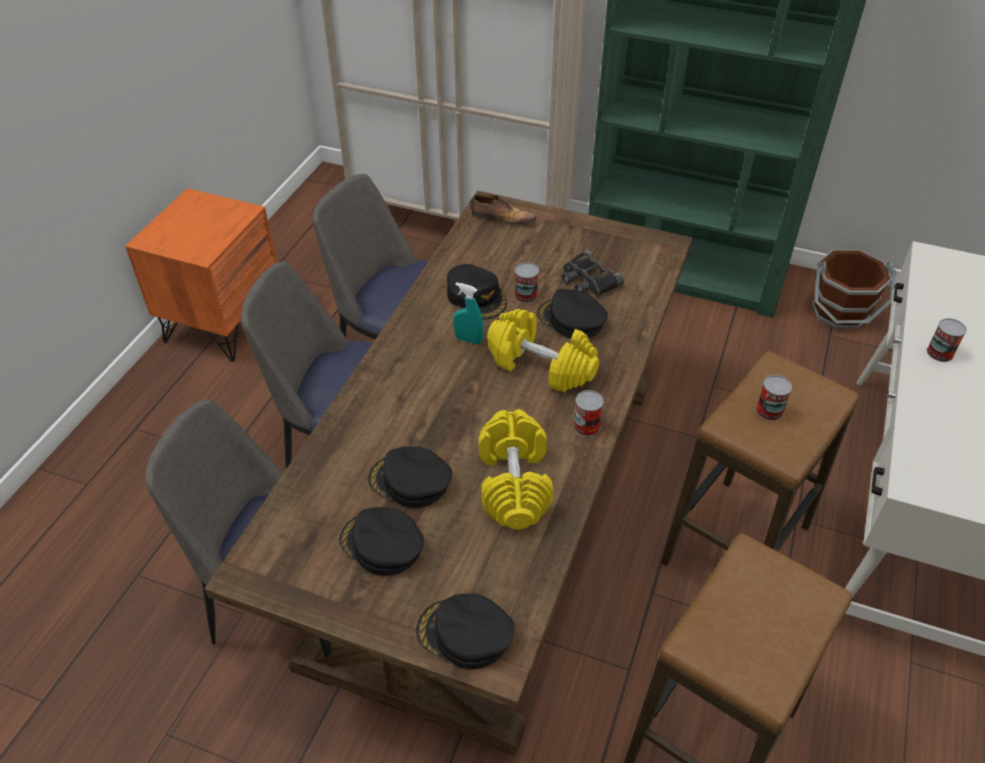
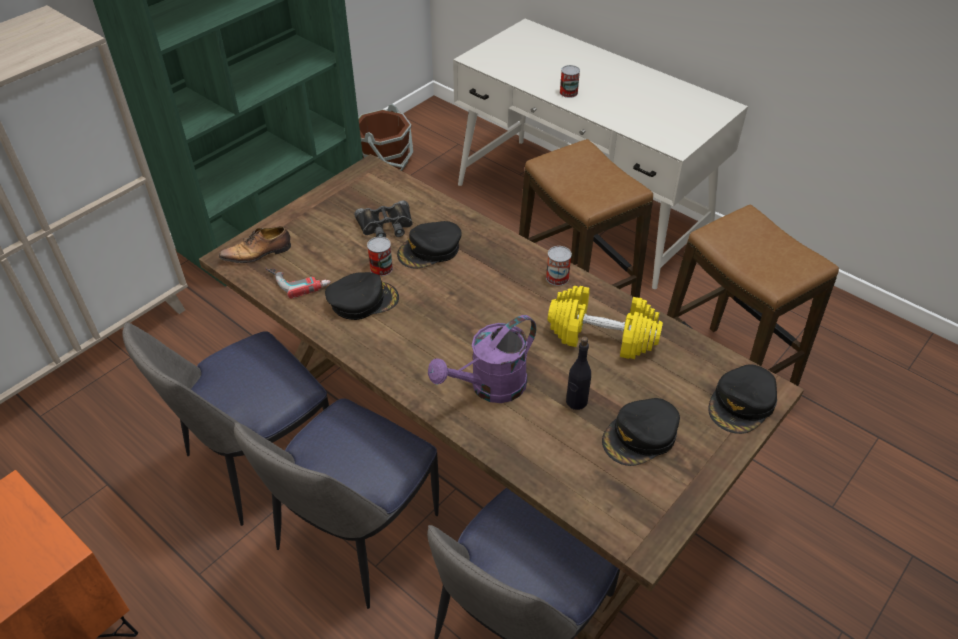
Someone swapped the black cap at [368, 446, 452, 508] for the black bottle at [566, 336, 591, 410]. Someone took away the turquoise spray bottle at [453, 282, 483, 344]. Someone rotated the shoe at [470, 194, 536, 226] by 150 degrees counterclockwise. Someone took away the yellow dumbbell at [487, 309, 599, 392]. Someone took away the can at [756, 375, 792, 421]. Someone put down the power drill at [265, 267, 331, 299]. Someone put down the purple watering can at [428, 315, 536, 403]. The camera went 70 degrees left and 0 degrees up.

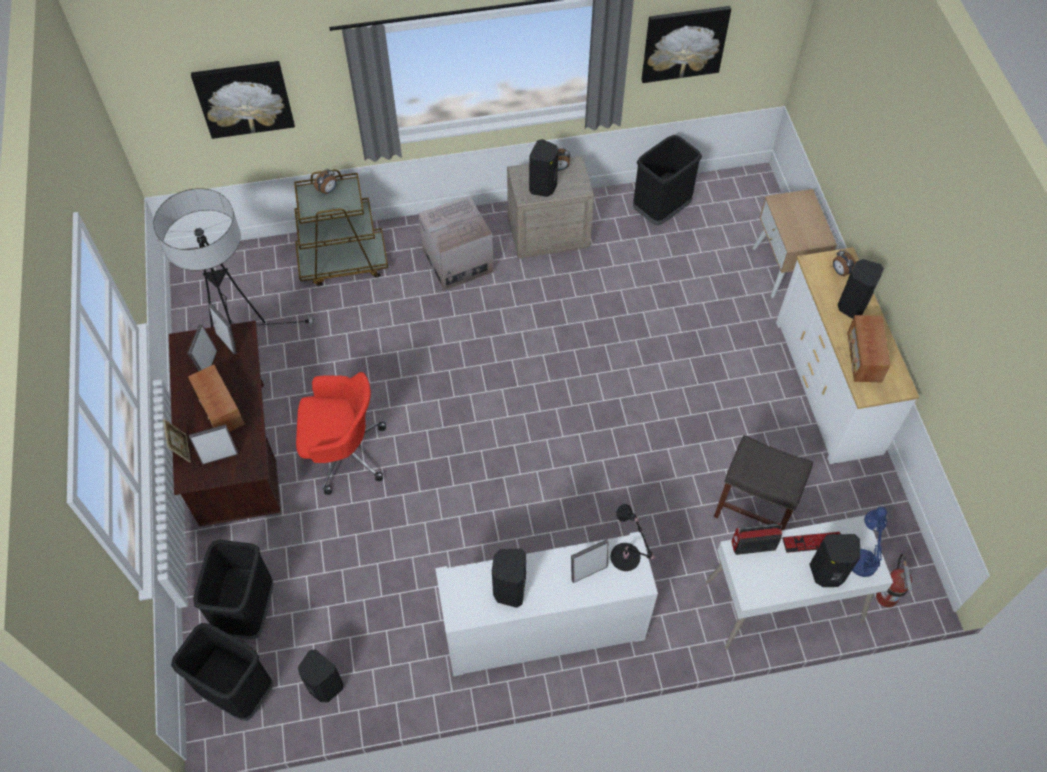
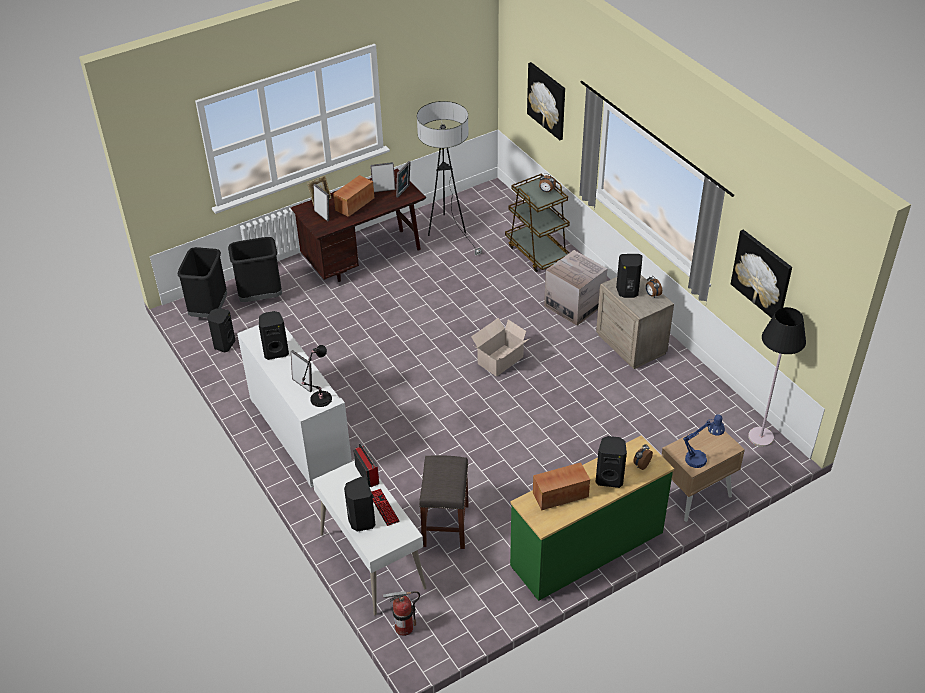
Someone took away the red office chair at [296, 372, 386, 495]. Someone took away the black trash can at [633, 135, 702, 225]. Someone repainted the white dresser at [776, 247, 919, 464], which became the green dresser at [510, 435, 674, 601]. Someone carried the blue table lamp from [852, 507, 887, 577] to [683, 414, 725, 468]. Someone put down the cardboard box at [471, 318, 529, 377]. Someone put down the black floor lamp at [748, 307, 806, 447]. The camera went 70 degrees right and 15 degrees down.

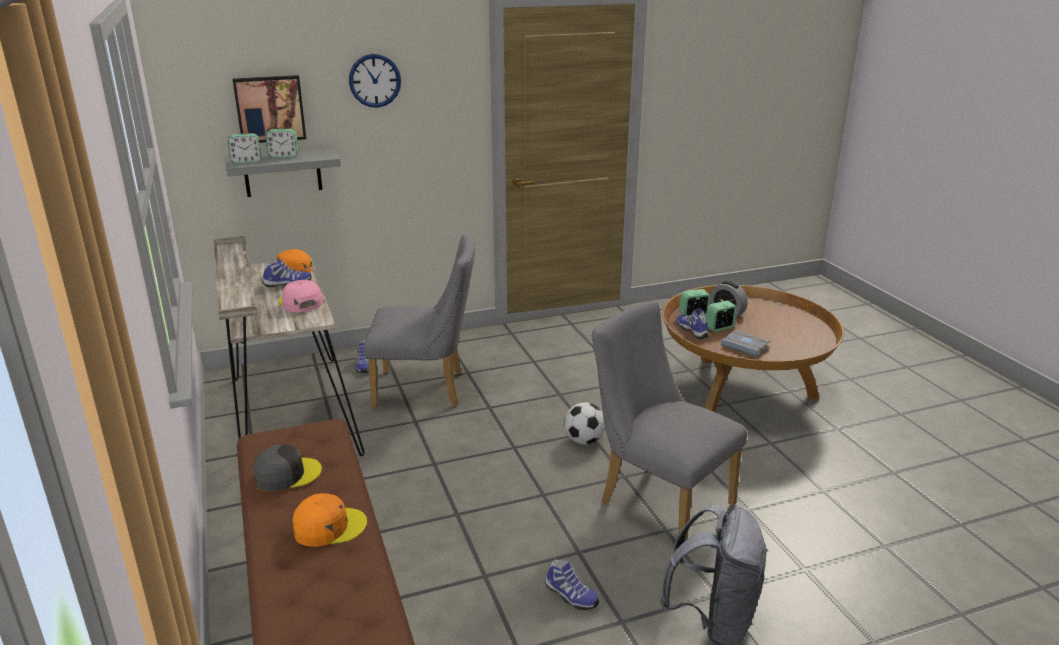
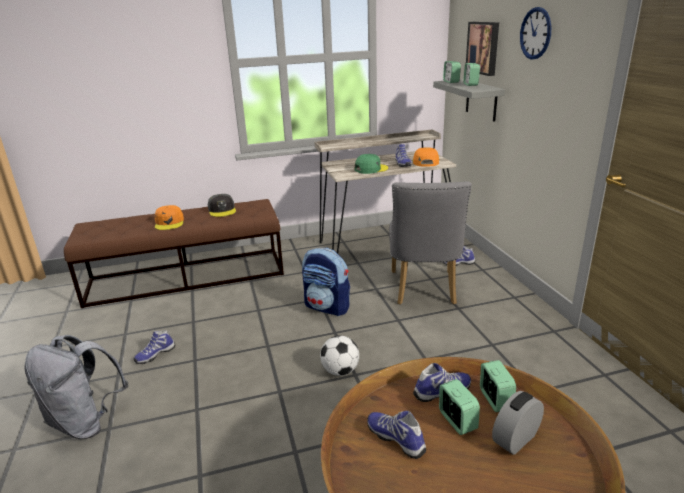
Someone repainted the pink cap at [279, 280, 323, 312], which became the green cap at [355, 154, 388, 174]. Someone took away the grey chair at [591, 301, 748, 541]. Someone swapped the grey book at [721, 330, 770, 357] for the shoe at [367, 410, 426, 459]. Someone put down the backpack at [302, 248, 350, 316]. The camera went 95 degrees right and 0 degrees up.

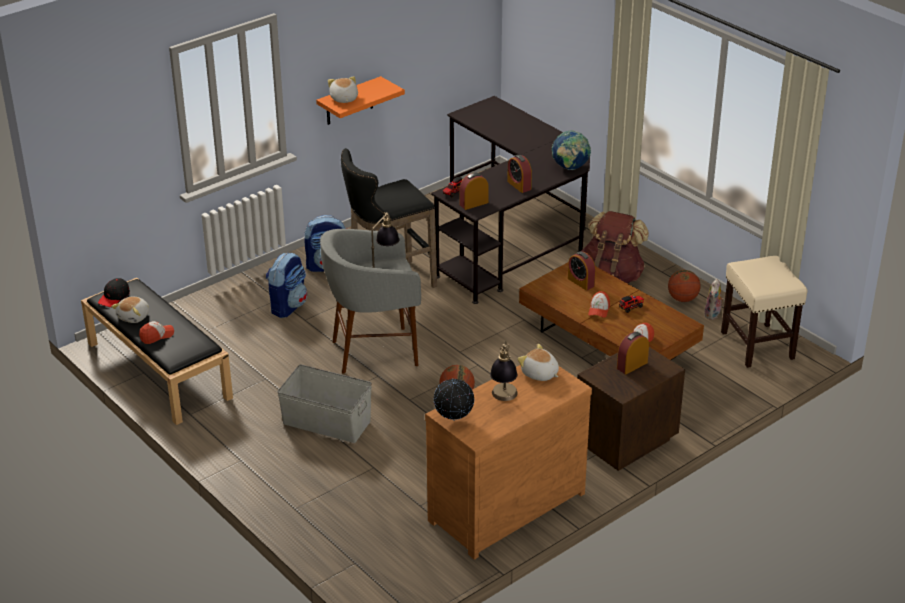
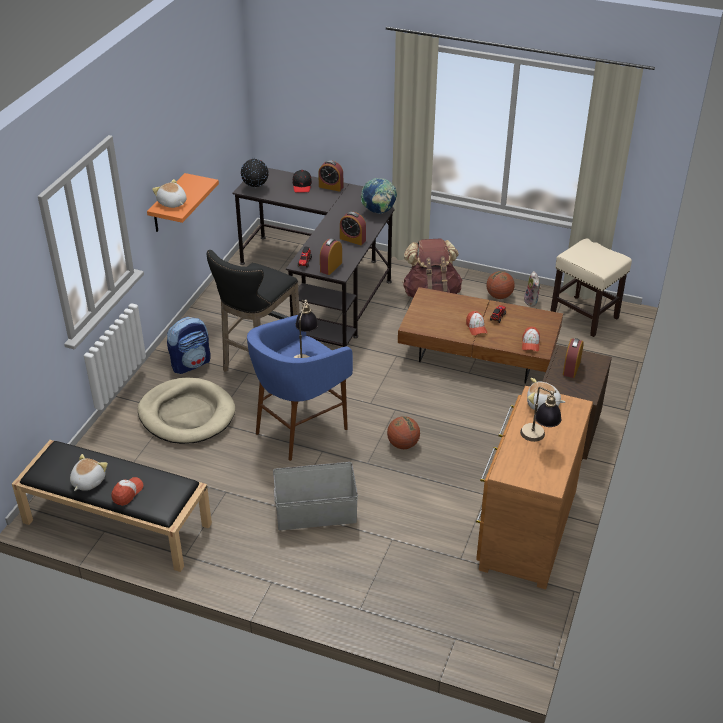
Someone carried the black cap from [98, 278, 130, 307] to [293, 170, 312, 192]. Someone rotated the plush toy at [111, 297, 149, 323] by 150 degrees counterclockwise. Someone swapped the backpack at [266, 253, 307, 318] for the beige dog bed at [138, 377, 235, 444]. Someone repainted the grey stool at [320, 229, 421, 374], which became the blue stool at [247, 315, 353, 461]. Someone carried the globe from [433, 378, 474, 421] to [241, 157, 269, 189]. Someone carried the alarm clock from [568, 251, 596, 290] to [318, 160, 343, 192]. The camera went 30 degrees left and 5 degrees up.

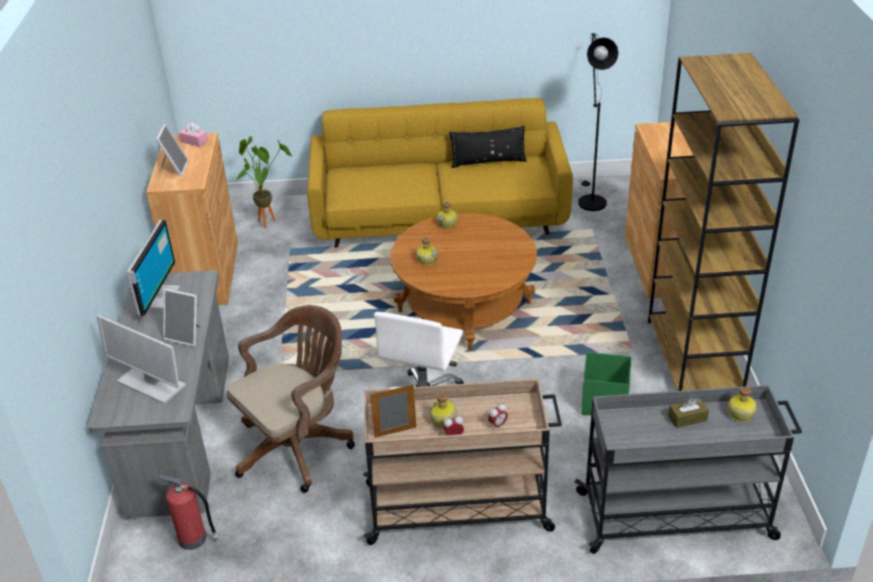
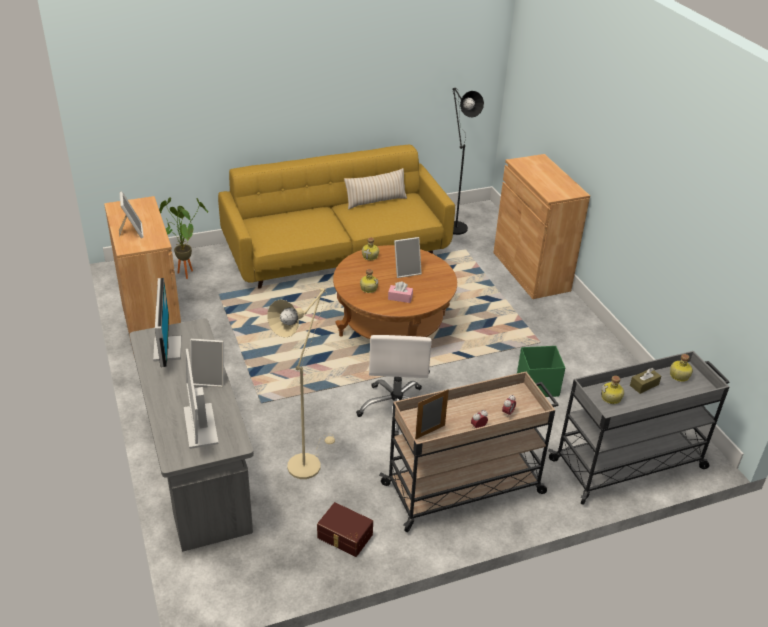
Someone rotated the monitor at [96, 315, 186, 404] by 60 degrees clockwise. Someone took away the fire extinguisher at [159, 474, 218, 550]. Someone carried the pink tissue box from [179, 122, 208, 147] to [388, 281, 413, 303]. Someone swapped the brown office chair at [227, 305, 355, 493] for the beige floor lamp at [267, 288, 335, 479]. Someone carried the bottle from [429, 393, 457, 428] to [601, 376, 624, 404]. Someone repainted the black pillow at [449, 125, 527, 168], which became the beige pillow at [344, 168, 407, 209]. Someone took away the brown bookcase at [648, 53, 799, 391]. Someone put down the brown storage box at [317, 502, 373, 557]. Someone put down the picture frame at [394, 237, 422, 278]. The camera went 20 degrees left and 0 degrees up.

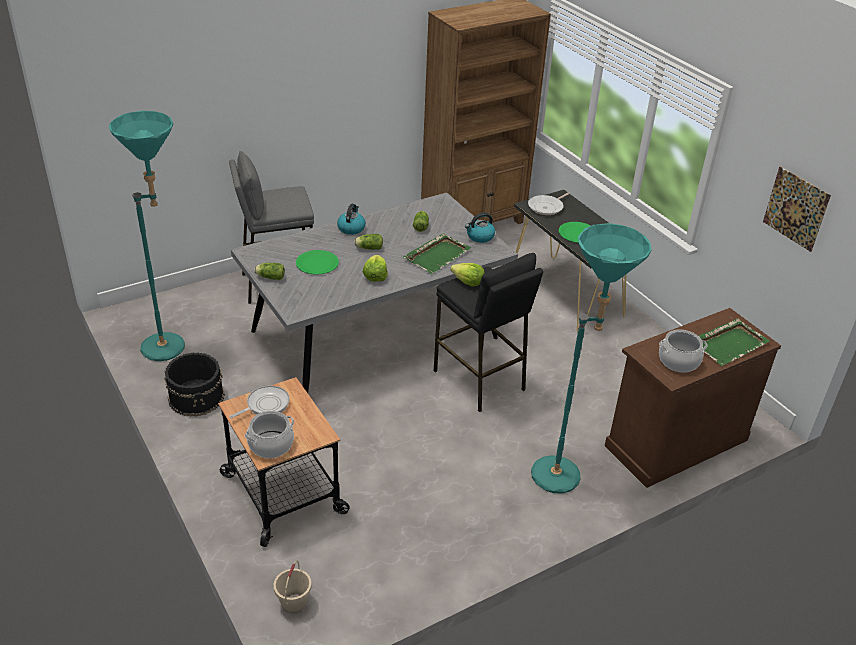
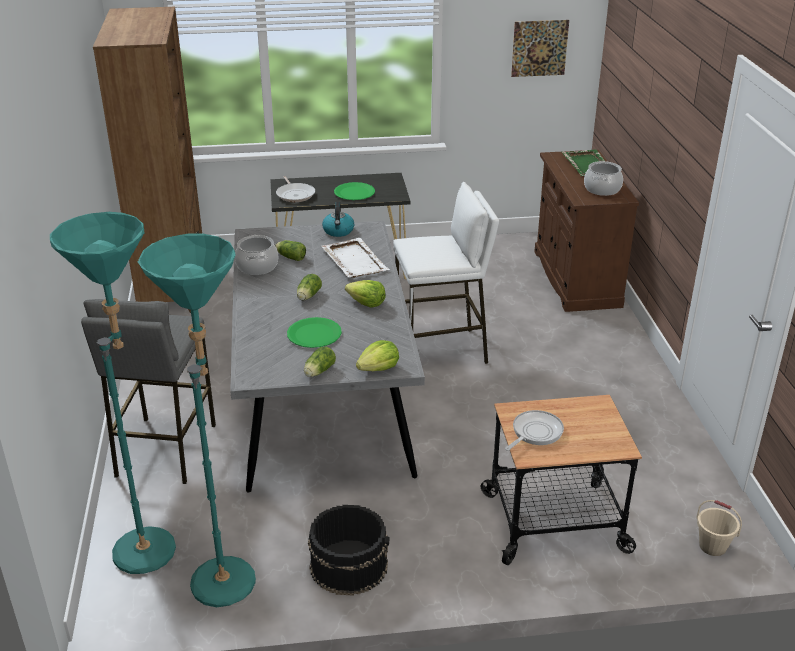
Someone rotated the frying pan at [230, 386, 290, 418] by 60 degrees clockwise. Someone carried the cooking pot from [245, 411, 294, 458] to [235, 235, 278, 275]. Someone took away the kettle at [337, 204, 366, 235]. Someone repainted the green tray at [403, 233, 471, 274], which became the white tray at [321, 238, 390, 278]. Someone repainted the black stool at [434, 253, 543, 412], which became the white stool at [393, 182, 499, 364]. Someone carried the lettuce from [450, 263, 485, 287] to [356, 340, 399, 371]. Someone carried the turquoise floor lamp from [531, 223, 651, 494] to [50, 212, 176, 574]. The camera went 65 degrees left and 5 degrees down.

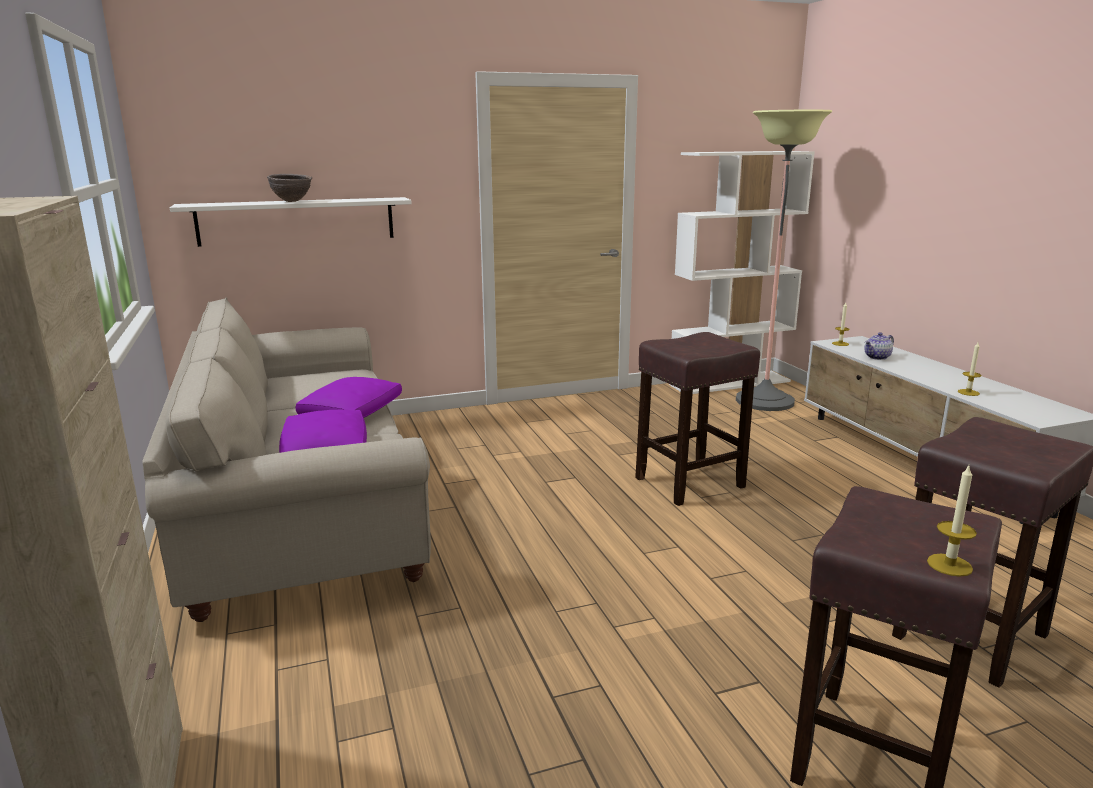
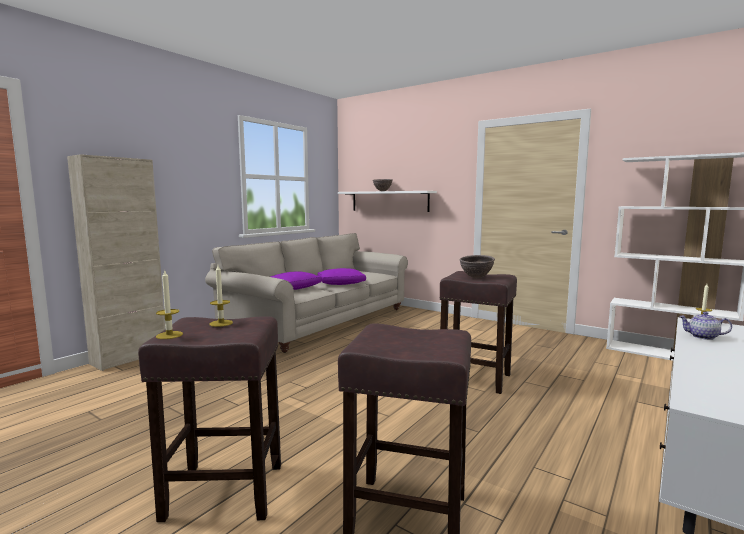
Someone took away the floor lamp at [736, 110, 832, 411]. Someone carried the candle from [957, 342, 982, 396] to [210, 265, 233, 327]. Someone put down the brown bowl at [460, 255, 495, 278]. The camera went 55 degrees right and 10 degrees down.

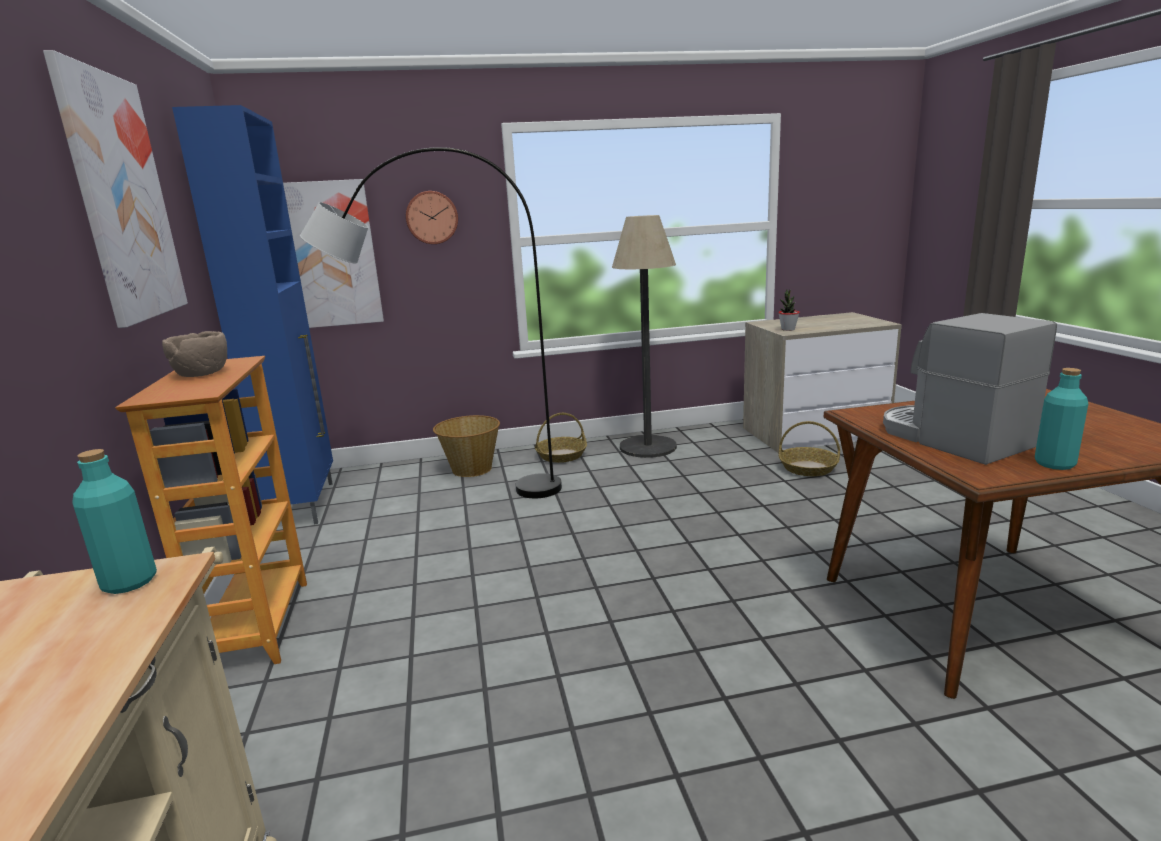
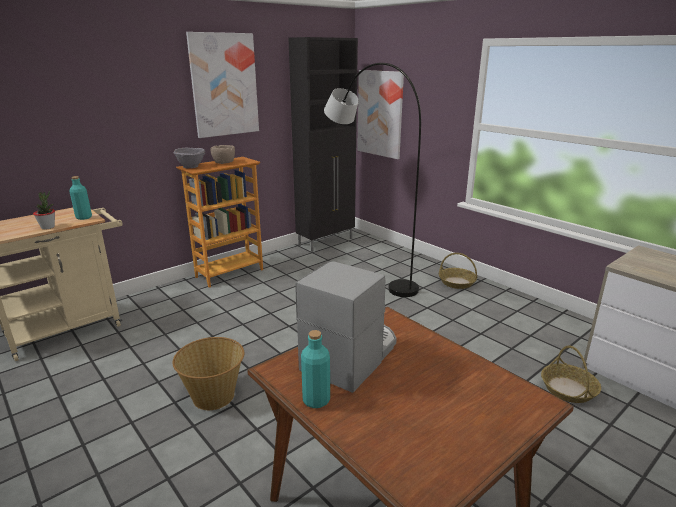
Someone repainted the blue cabinet at [172, 105, 333, 524], which became the black cabinet at [288, 37, 358, 252]. Someone took away the wall clock at [406, 191, 458, 244]. Someone carried the basket from [433, 415, 500, 477] to [173, 337, 244, 410]. Someone took away the floor lamp at [612, 215, 677, 458]. Someone carried the potted plant from [778, 289, 800, 331] to [33, 191, 55, 229]. Someone put down the grey bowl at [174, 148, 205, 168]. The camera went 60 degrees right and 5 degrees up.

